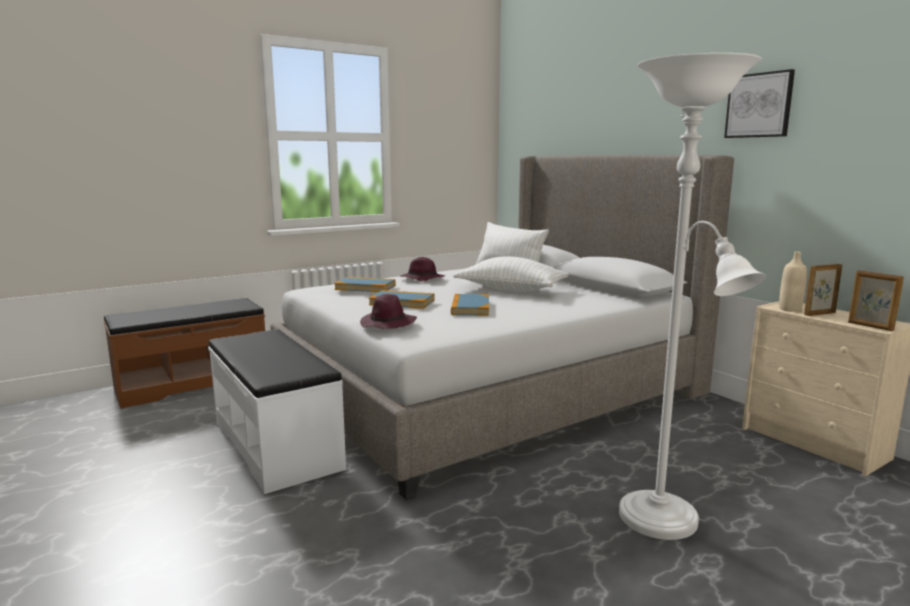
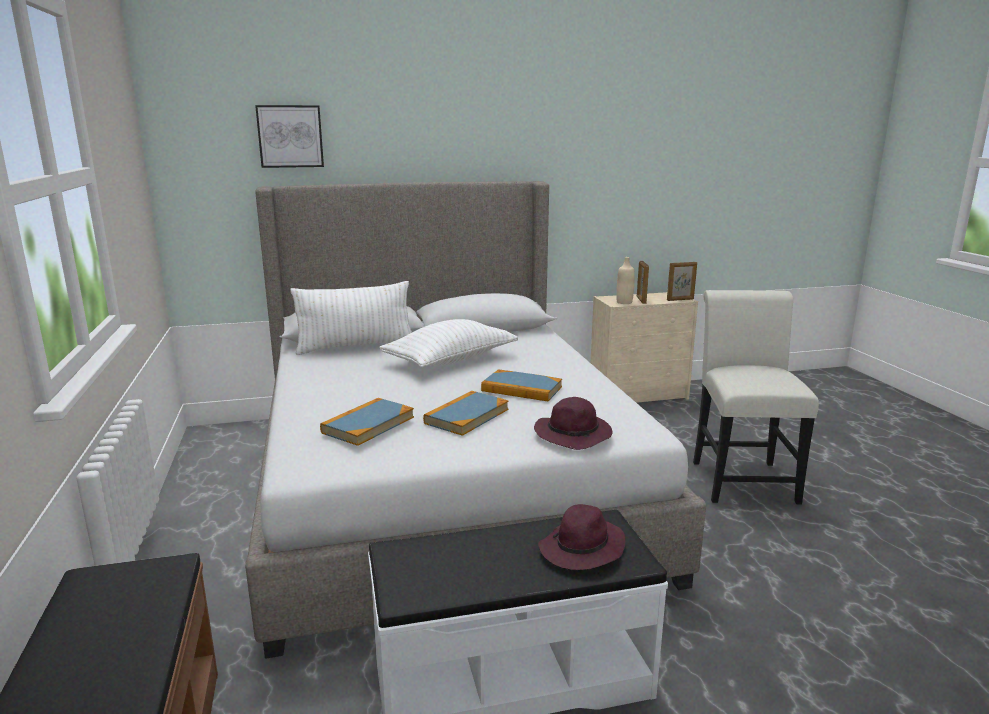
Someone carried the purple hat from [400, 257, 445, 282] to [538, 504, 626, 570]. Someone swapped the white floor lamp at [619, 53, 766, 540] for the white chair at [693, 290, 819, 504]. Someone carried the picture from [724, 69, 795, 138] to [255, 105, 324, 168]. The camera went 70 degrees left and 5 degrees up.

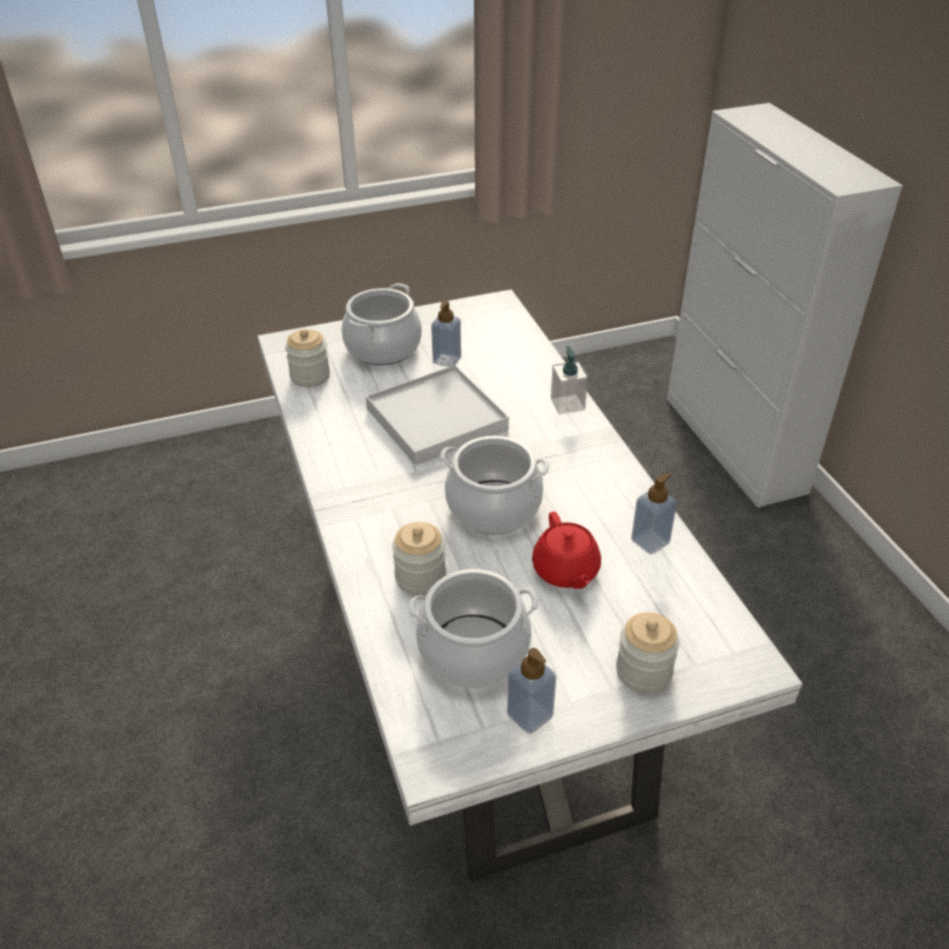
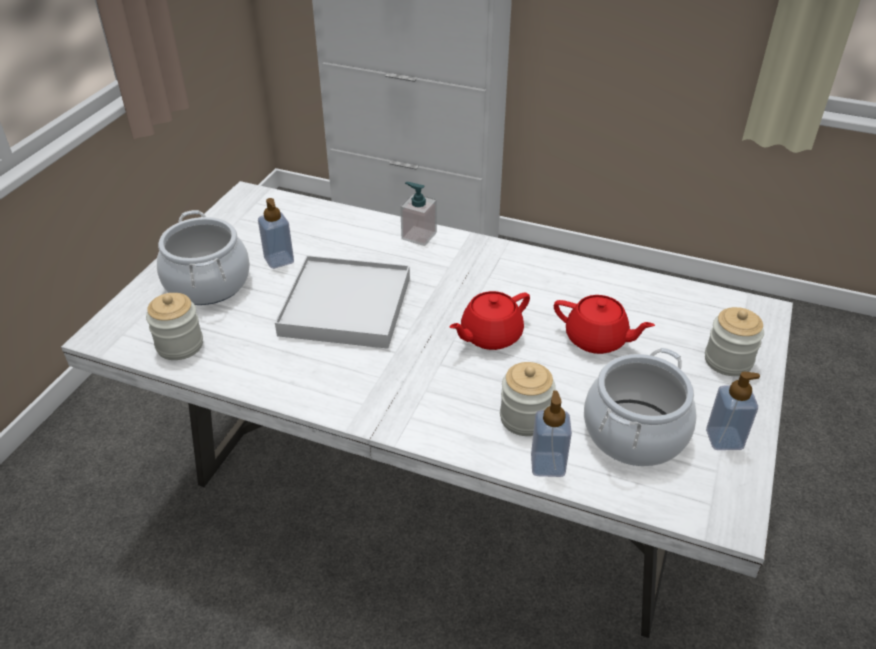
Someone swapped the cooking pot at [440, 436, 549, 535] for the red teapot at [449, 291, 530, 350]. Someone carried the soap dispenser from [631, 473, 677, 554] to [531, 391, 572, 477]. The camera went 50 degrees left and 0 degrees up.

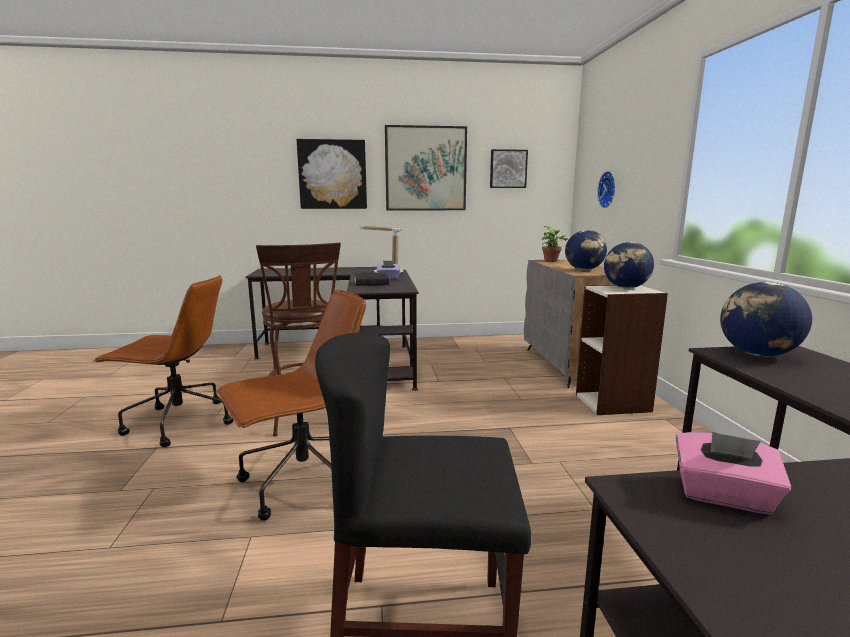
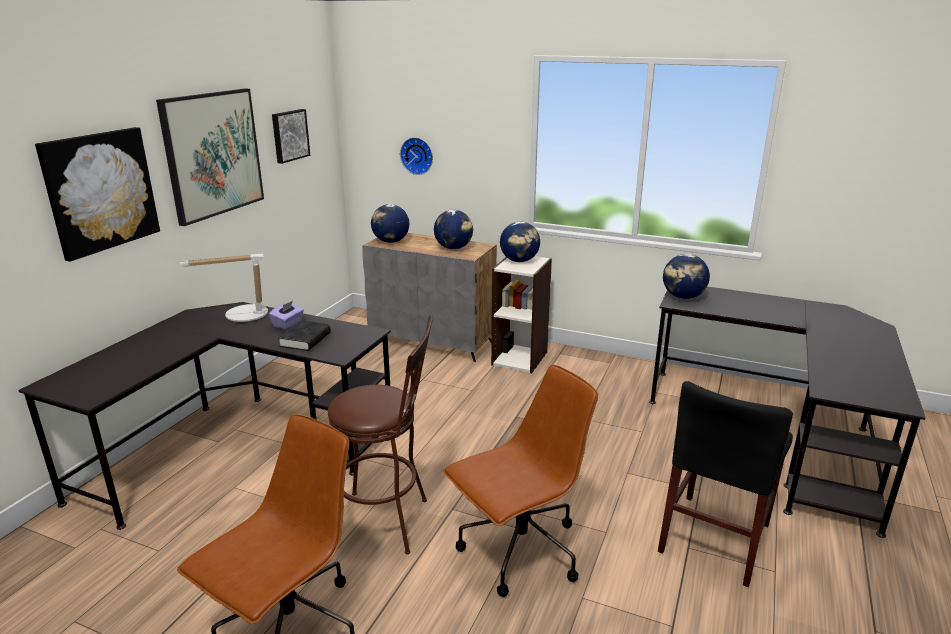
Someone rotated the brown office chair at [217, 290, 366, 521] by 60 degrees clockwise. Someone swapped the potted plant at [541, 226, 568, 262] for the globe at [371, 204, 409, 243]. Someone took away the pink tissue box at [676, 432, 791, 514]. The camera went 60 degrees left and 10 degrees up.

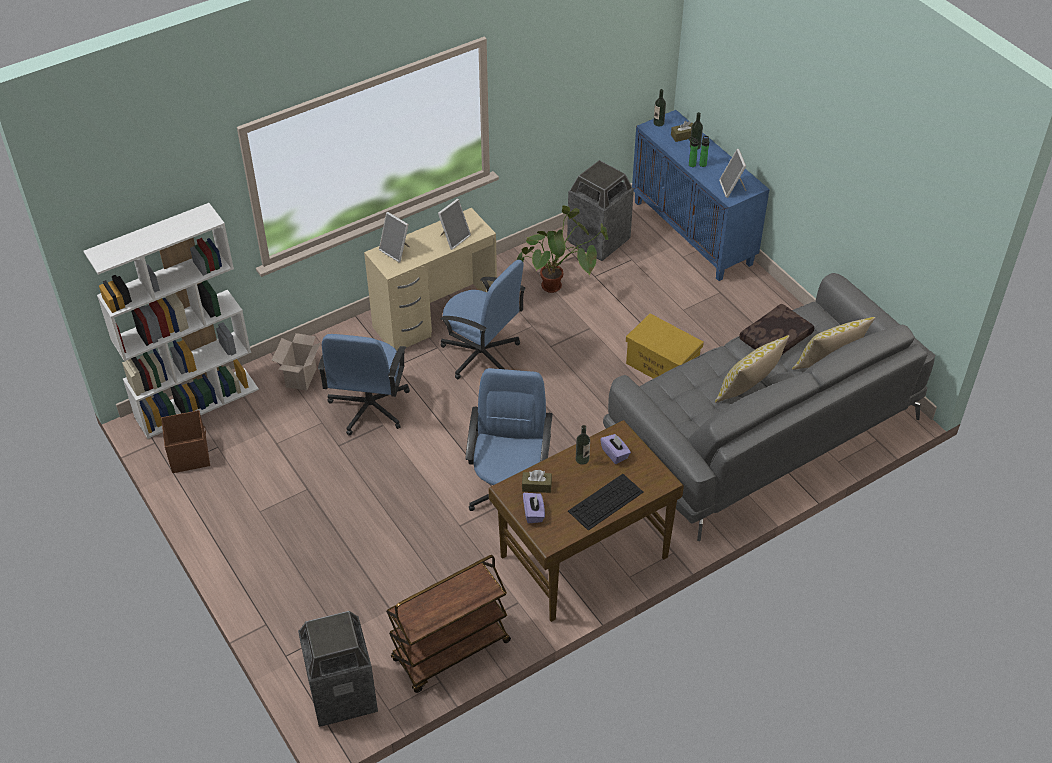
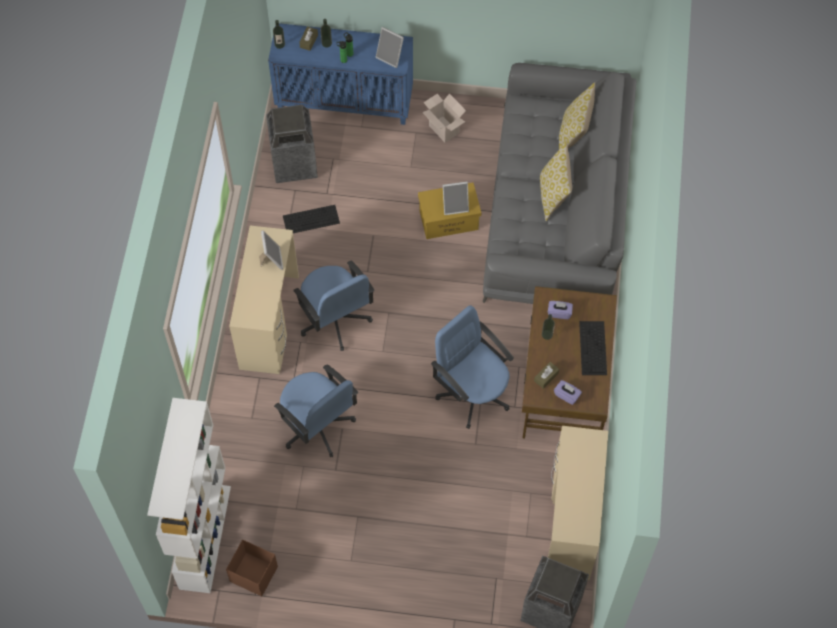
Someone carried the cardboard box from [271, 333, 321, 391] to [422, 94, 466, 142]. Someone carried the picture frame from [379, 212, 410, 263] to [443, 181, 469, 215]. Someone swapped the brown cart at [386, 555, 511, 693] for the beige desk at [548, 426, 608, 580]. Someone rotated the blue office chair at [440, 260, 526, 379] by 75 degrees clockwise. Someone swapped the potted plant at [517, 205, 608, 293] for the keyboard at [283, 205, 340, 233]. Someone took away the brown pillow at [739, 303, 814, 355]. The camera went 50 degrees left and 15 degrees up.

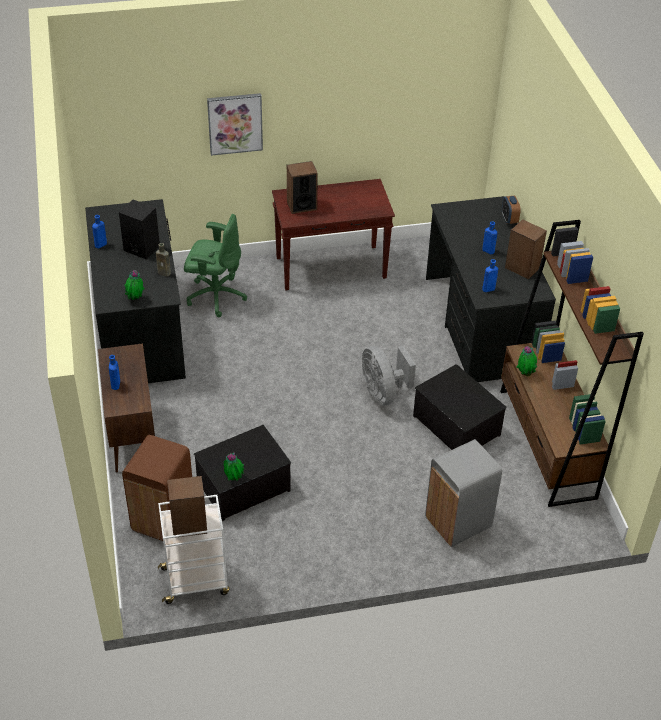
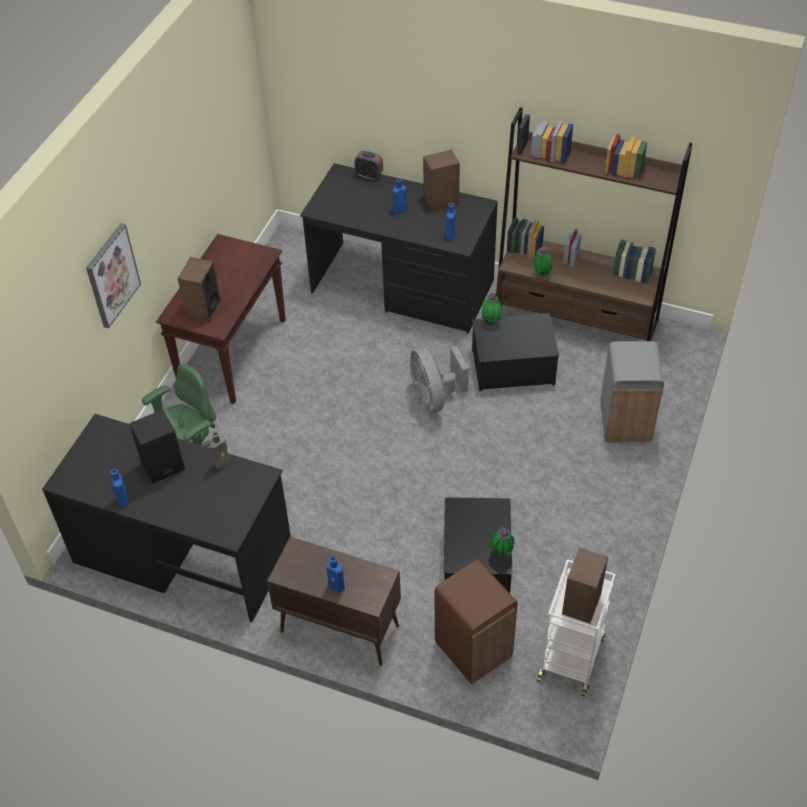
Someone carried the potted plant from [124, 270, 145, 300] to [481, 293, 502, 325]. Someone rotated the grey fan at [362, 346, 416, 405] by 60 degrees clockwise. The camera went 55 degrees left and 5 degrees up.

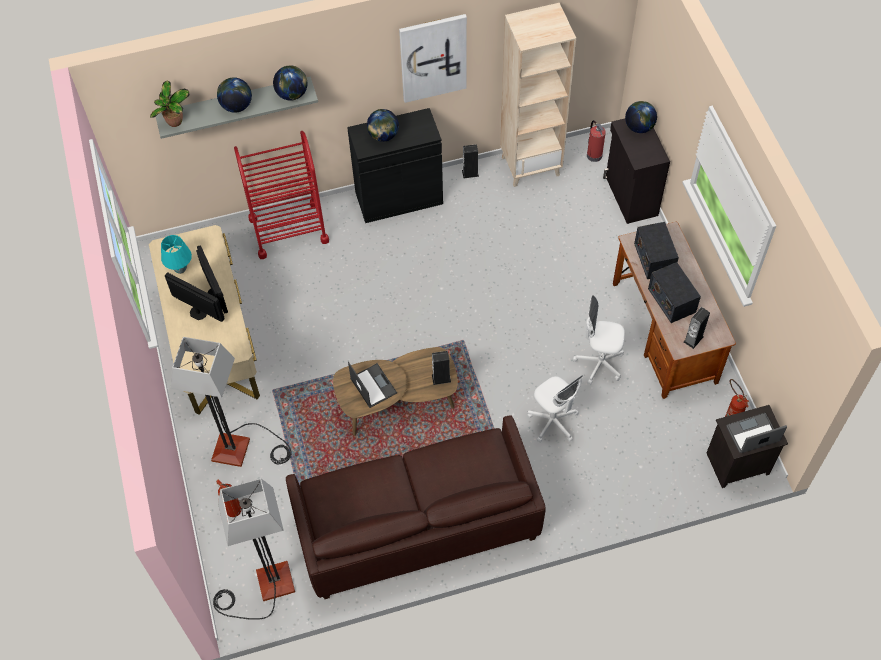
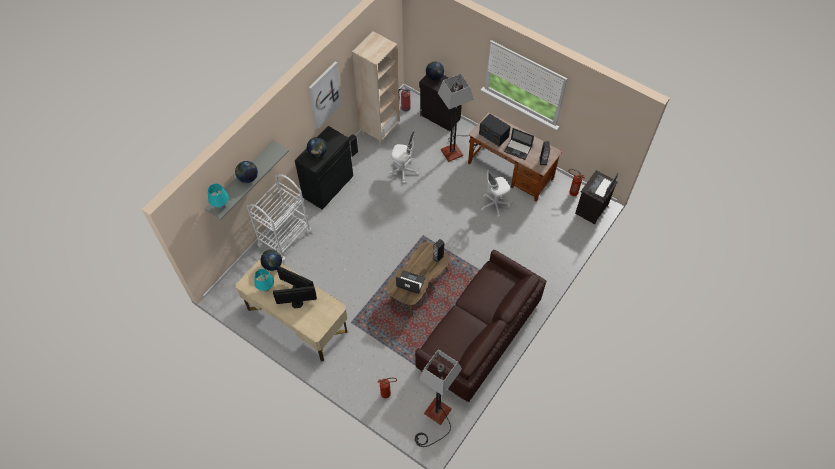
Someone swapped the potted plant at [150, 80, 189, 127] for the turquoise table lamp at [208, 184, 229, 209]. Someone carried the floor lamp from [171, 337, 292, 467] to [438, 74, 478, 162]. Someone repainted the red cart at [234, 131, 329, 259], which became the white cart at [246, 174, 312, 263]. Someone carried the globe from [273, 65, 308, 101] to [261, 249, 282, 271]. Someone carried the white office chair from [527, 375, 583, 443] to [389, 131, 418, 183]. Someone swapped the radio at [648, 262, 701, 323] for the laptop at [504, 128, 534, 160]. The camera went 40 degrees left and 0 degrees up.

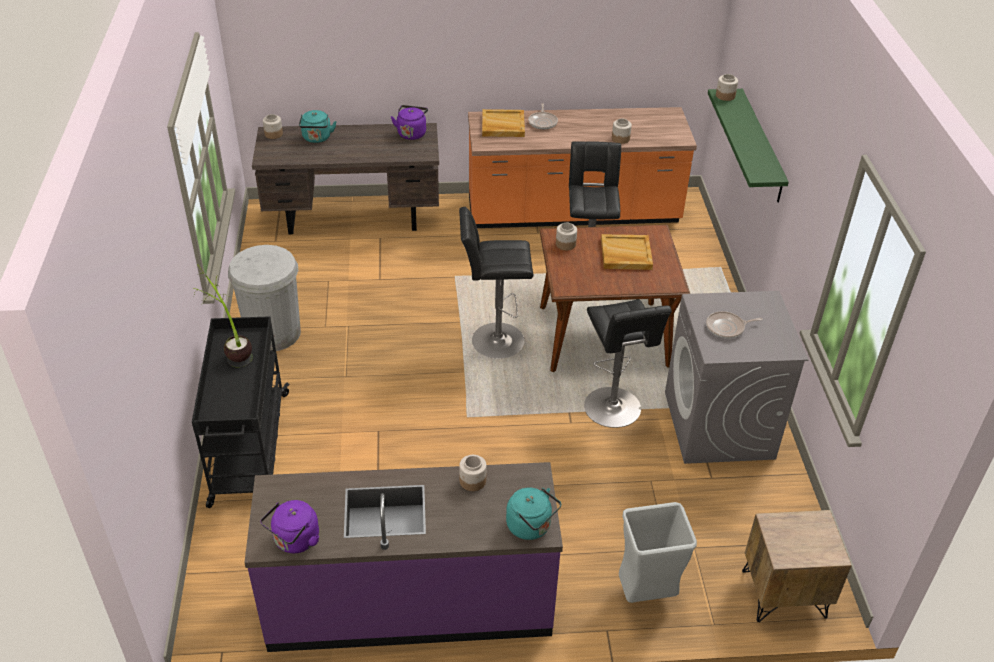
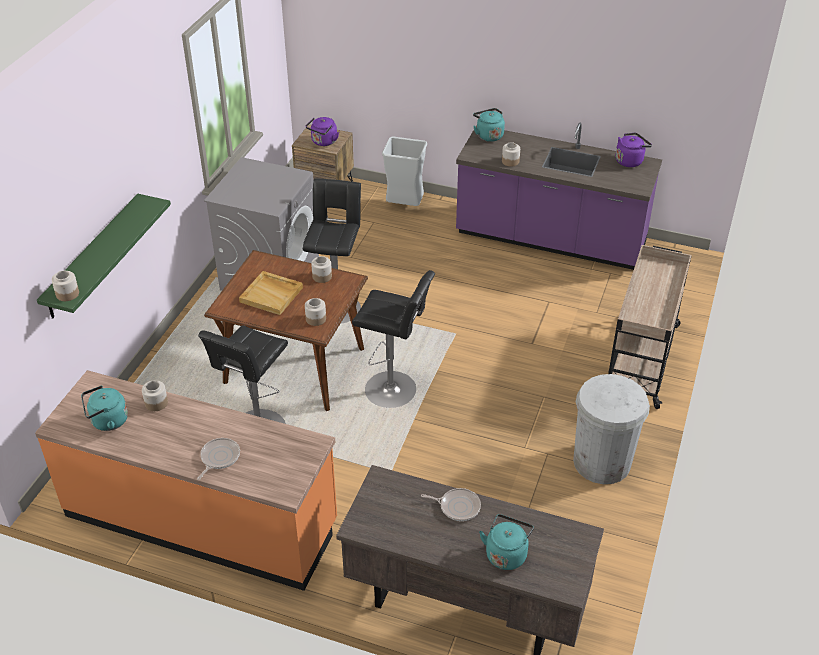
Someone repainted the black cart at [192, 316, 290, 508], which became the beige cart at [608, 245, 692, 409]. Someone took away the potted plant at [194, 265, 253, 368]. Someone carried the jar from [263, 114, 283, 139] to [311, 256, 332, 283]. Someone carried the purple kettle from [391, 105, 428, 140] to [306, 117, 339, 146]. Someone took away the beige tray at [482, 109, 525, 137]. Someone carried the frying pan from [706, 311, 763, 339] to [421, 488, 481, 521]. Someone put down the turquoise kettle at [81, 386, 128, 431]. The camera went 155 degrees left and 0 degrees up.

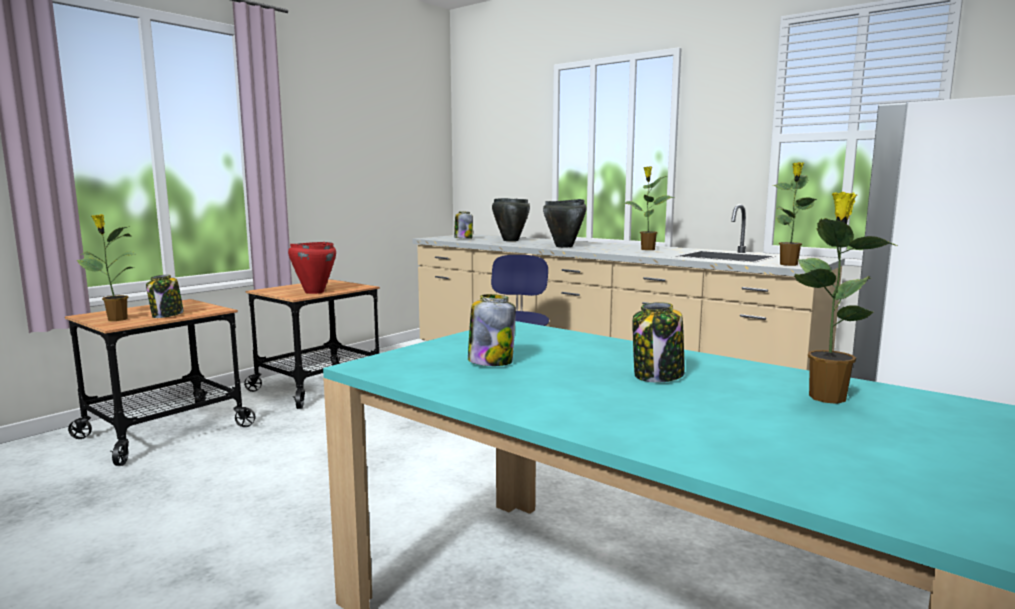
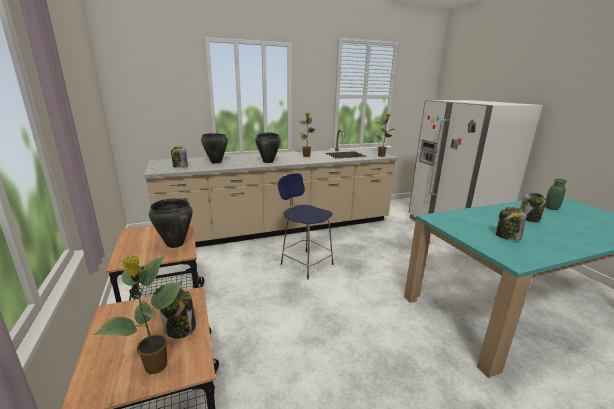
Someone repainted the red cooking pot at [288, 242, 336, 294], which became the black cooking pot at [149, 199, 193, 248]. Someone swapped the potted plant at [794, 192, 897, 404] for the green jar at [546, 179, 567, 210]. The camera went 60 degrees left and 10 degrees up.

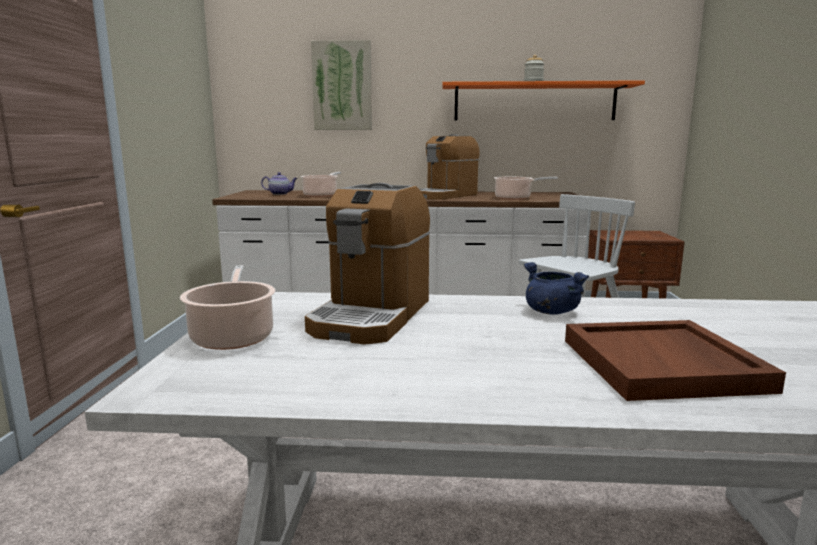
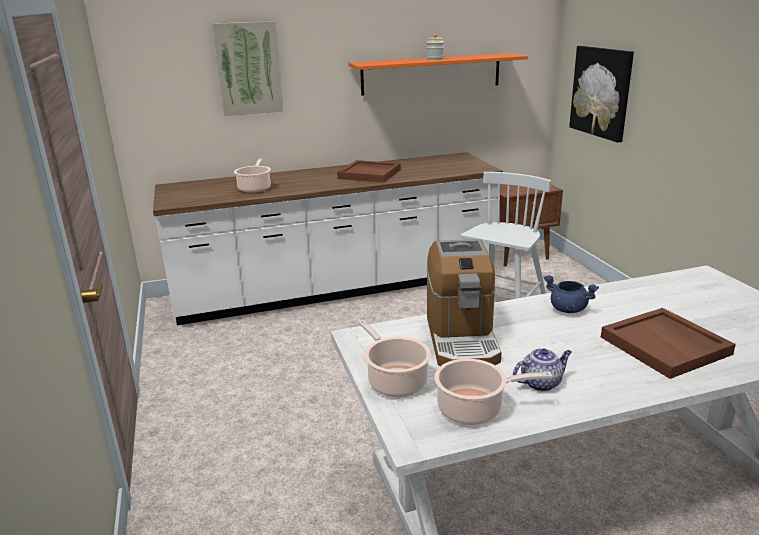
Someone carried the teapot from [261, 172, 297, 195] to [513, 348, 572, 391]. Someone swapped the coffee machine at [420, 134, 480, 200] for the brown tray at [337, 160, 401, 183]. Someone carried the cooking pot from [494, 177, 558, 200] to [434, 358, 552, 425]. Someone put up the picture at [569, 46, 634, 143]. The camera went 20 degrees left and 10 degrees up.

